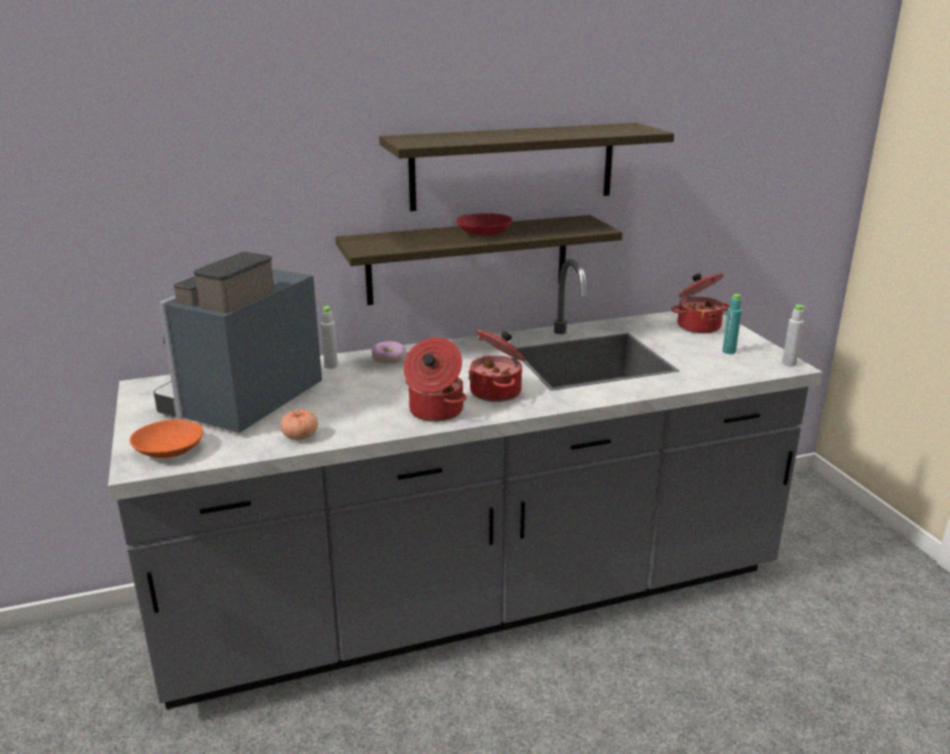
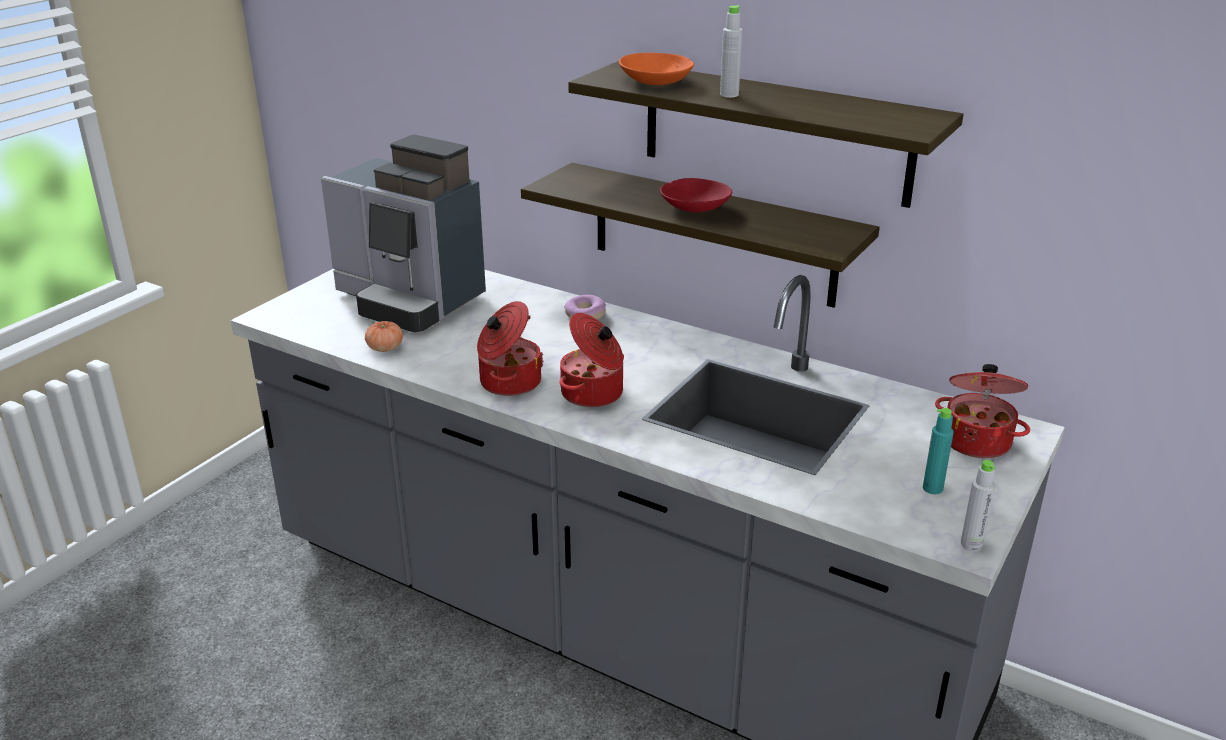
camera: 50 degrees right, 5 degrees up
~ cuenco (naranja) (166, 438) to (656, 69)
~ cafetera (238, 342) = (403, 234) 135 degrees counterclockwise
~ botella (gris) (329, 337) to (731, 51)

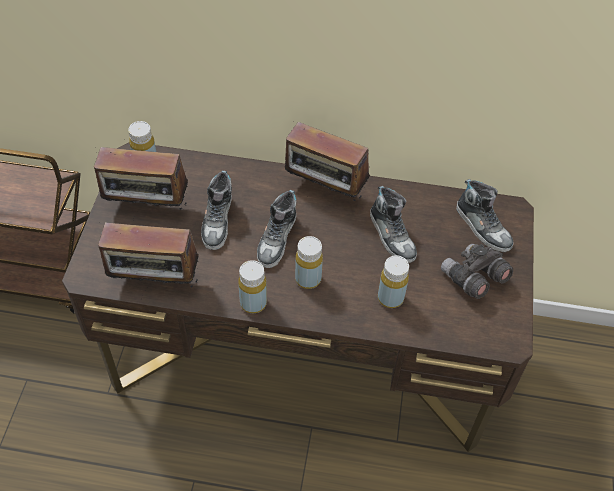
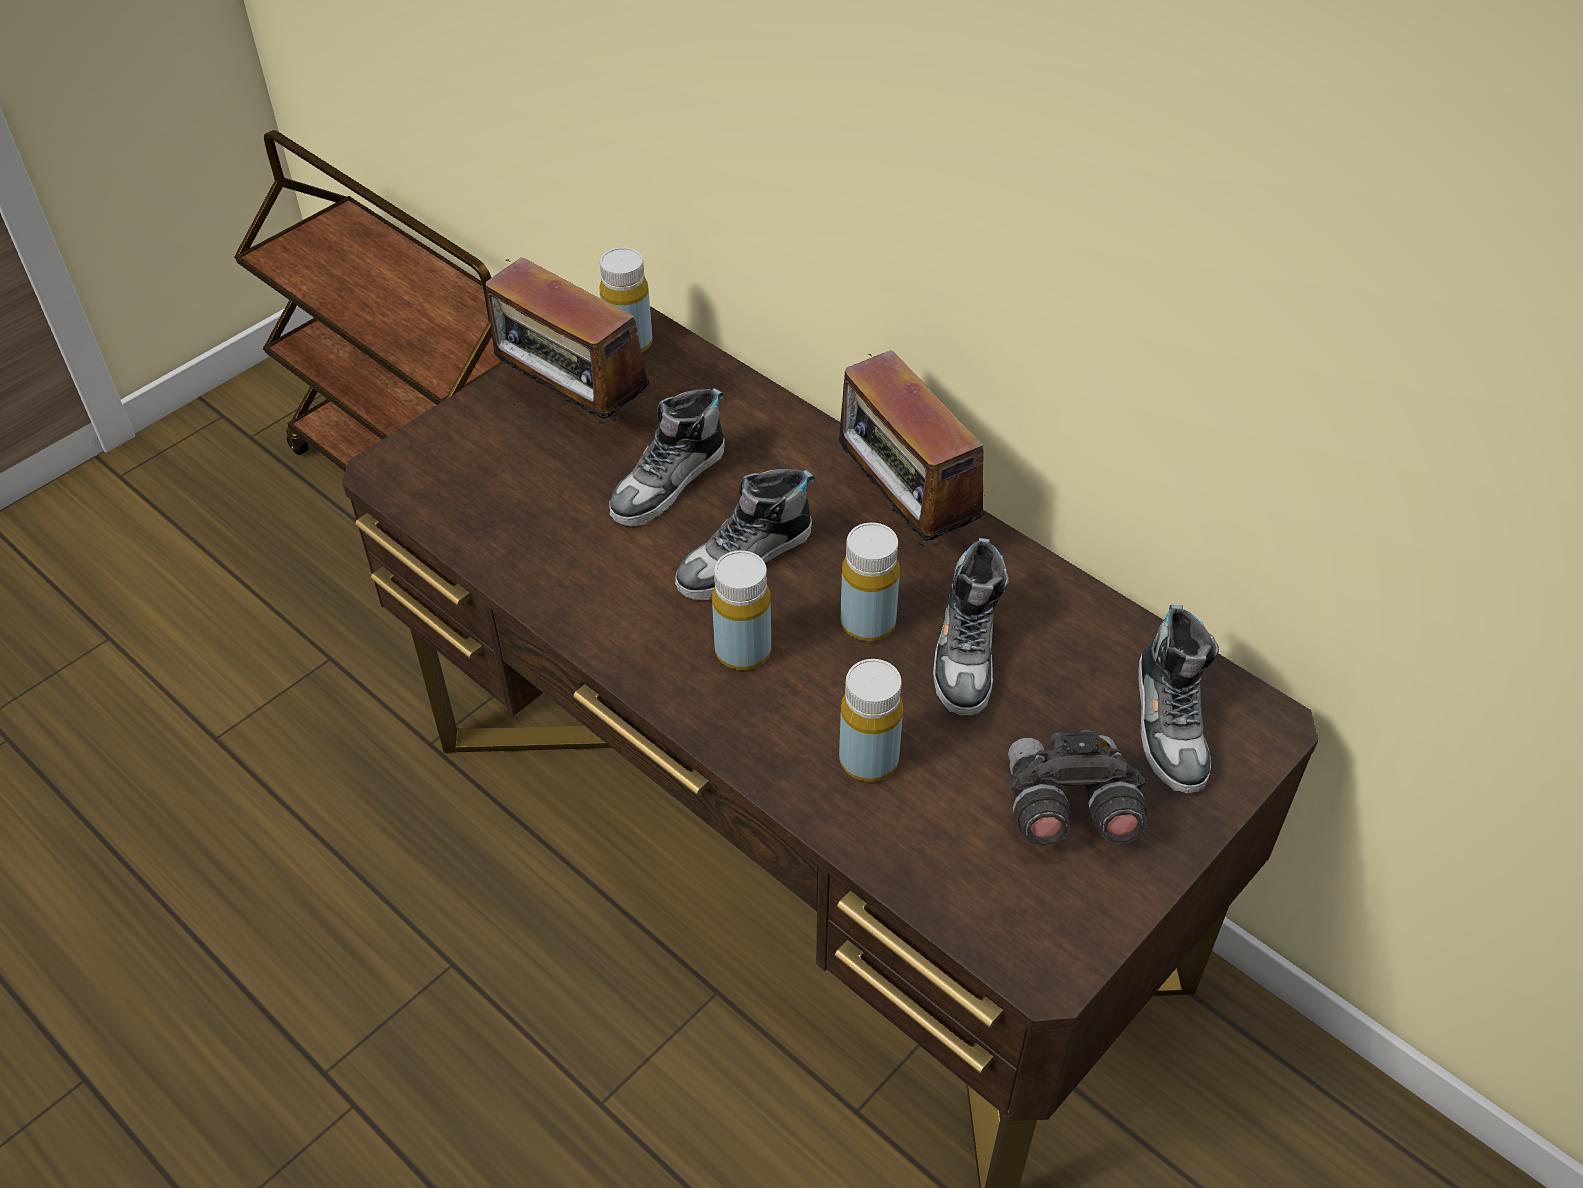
camera: 35 degrees right, 5 degrees down
- radio (148, 255)
~ botella (amarillo) (252, 286) to (870, 582)

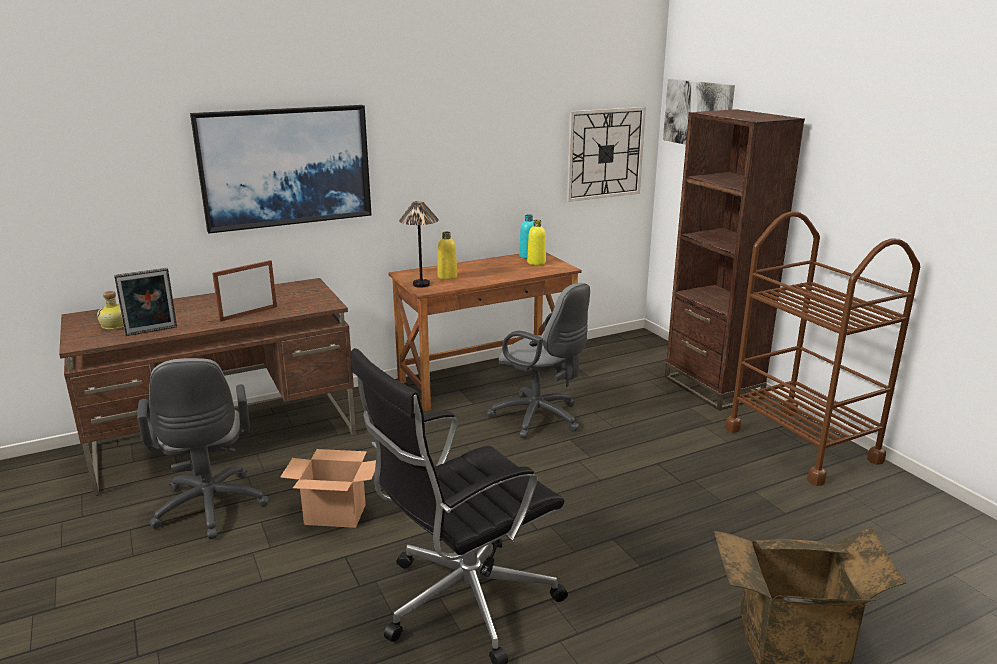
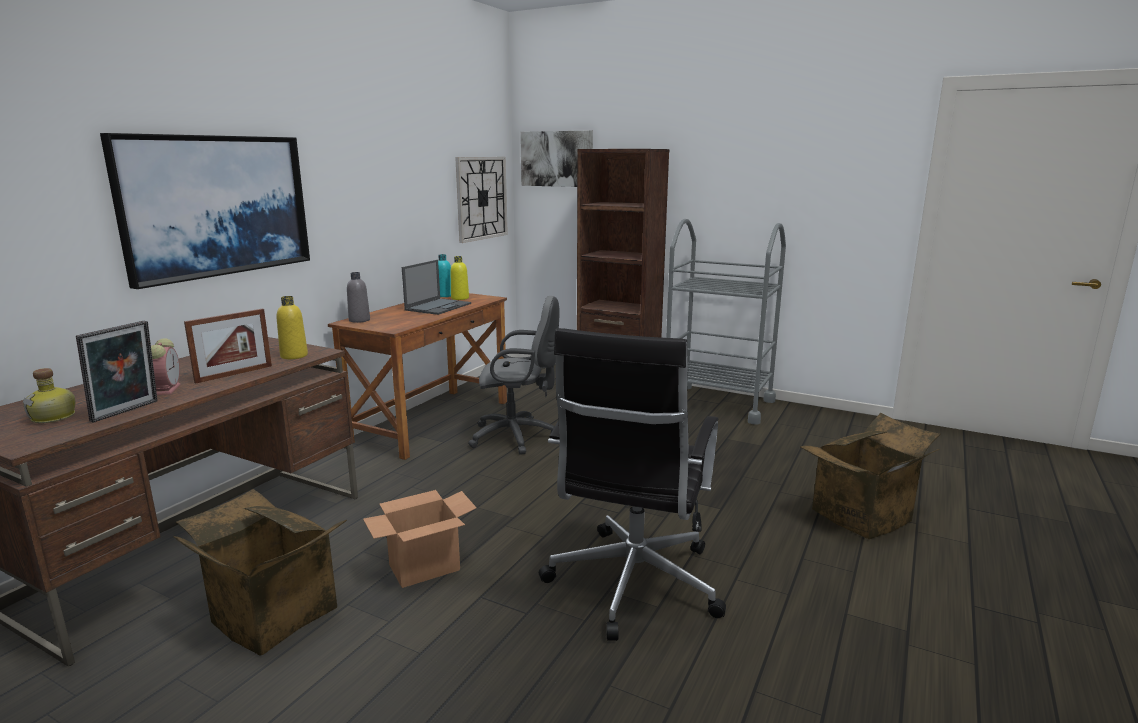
camera: 35 degrees left, 5 degrees down
~ silla de oficina (gris) (203, 448) to caja de cartón (260, 572)
~ portarretratos (244, 291) = (228, 346) 150 degrees counterclockwise
- lámpara de mesa (419, 244)
~ botella (amarillo) (447, 255) to (292, 327)
~ carrito (marrón) (822, 348) to carrito (gris) (726, 322)
+ despertador (165, 367)
+ botella (gris) (358, 297)
+ portátil (436, 287)

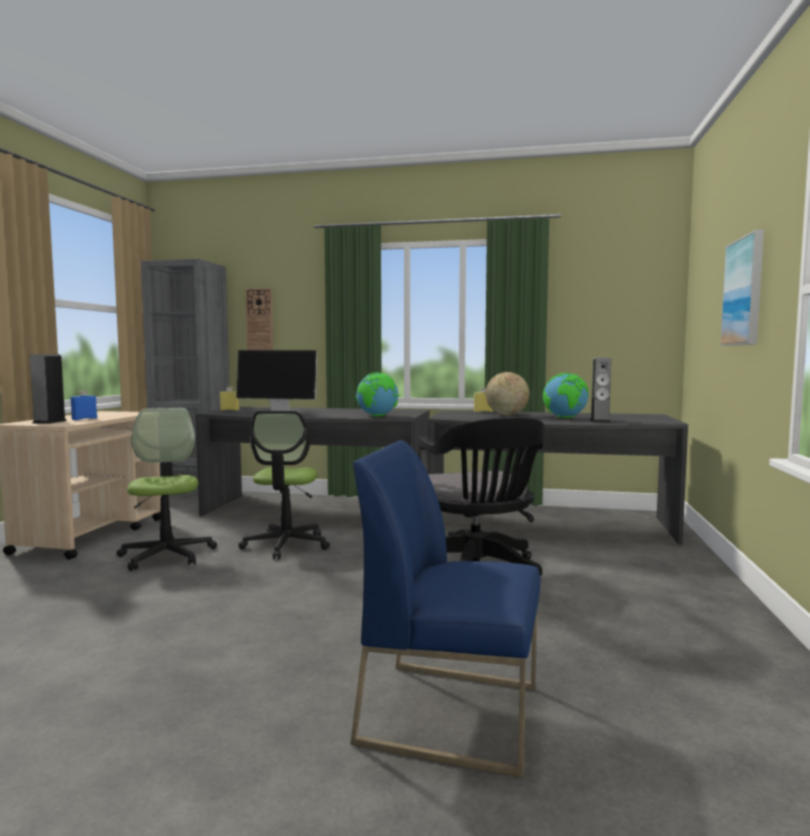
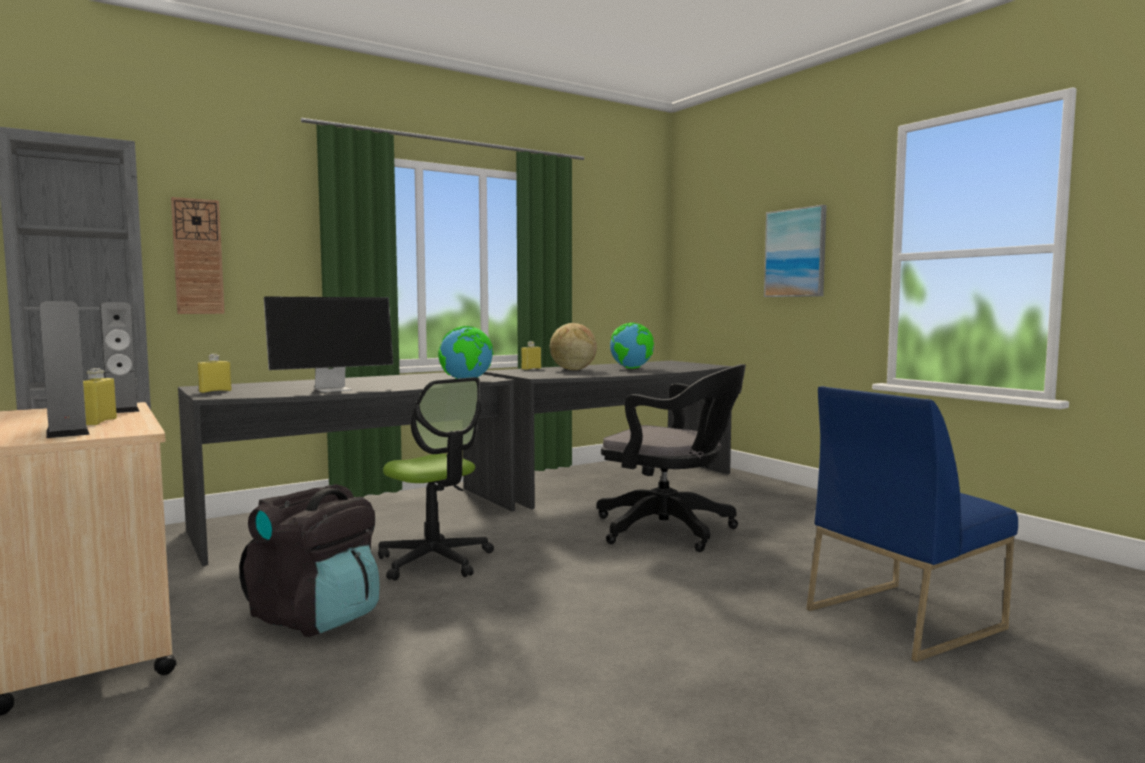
camera: 45 degrees left, 0 degrees up
~ botella (azul) (84, 405) to botella (amarillo) (100, 396)
~ silla de oficina (166, 489) to mochila (negro) (309, 560)
~ altavoz (600, 390) to (120, 357)

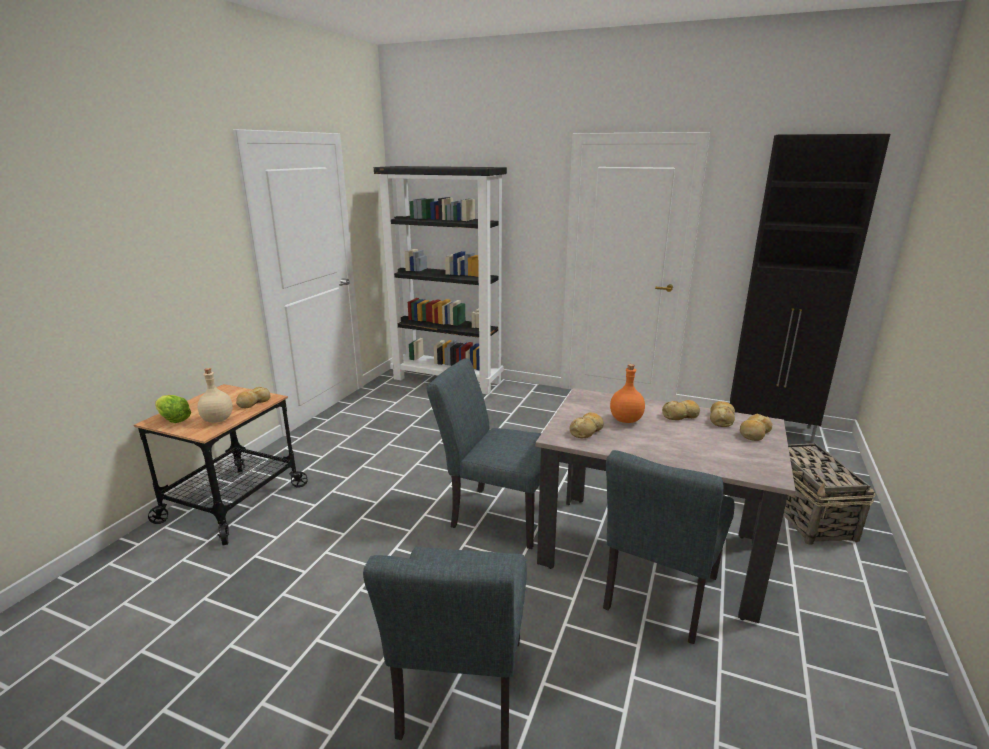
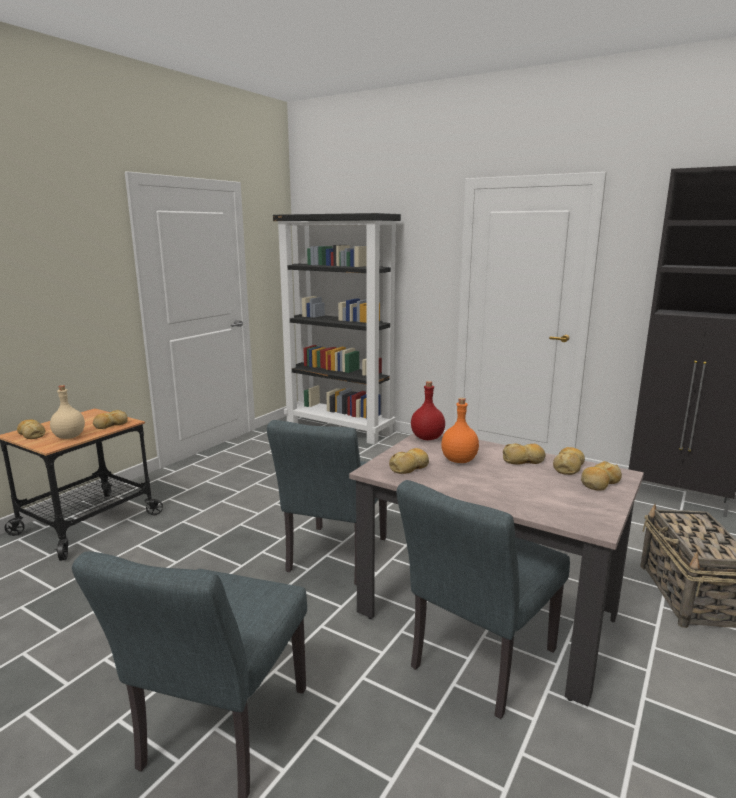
camera: 10 degrees right, 5 degrees down
~ lechuga (173, 409) to pan (31, 429)
~ silla (gris) (484, 453) = (327, 502) 105 degrees counterclockwise
+ botella (rojo) (428, 410)

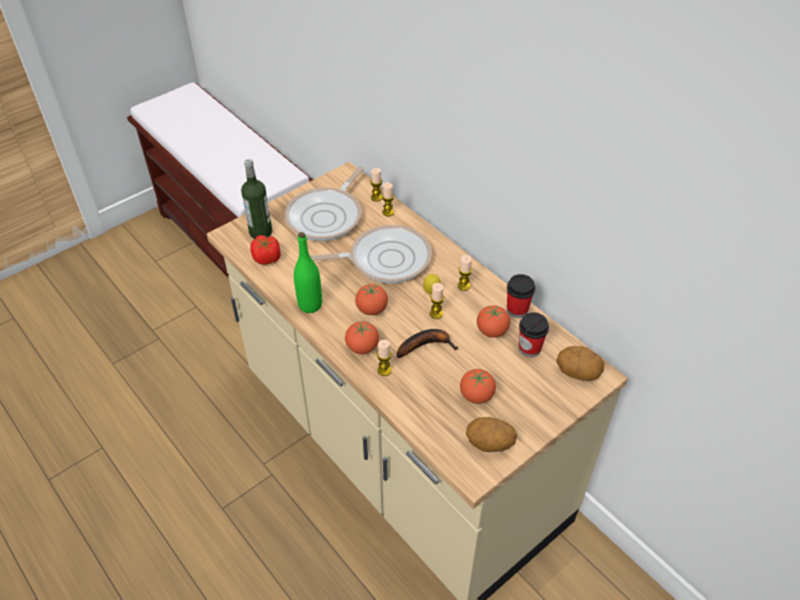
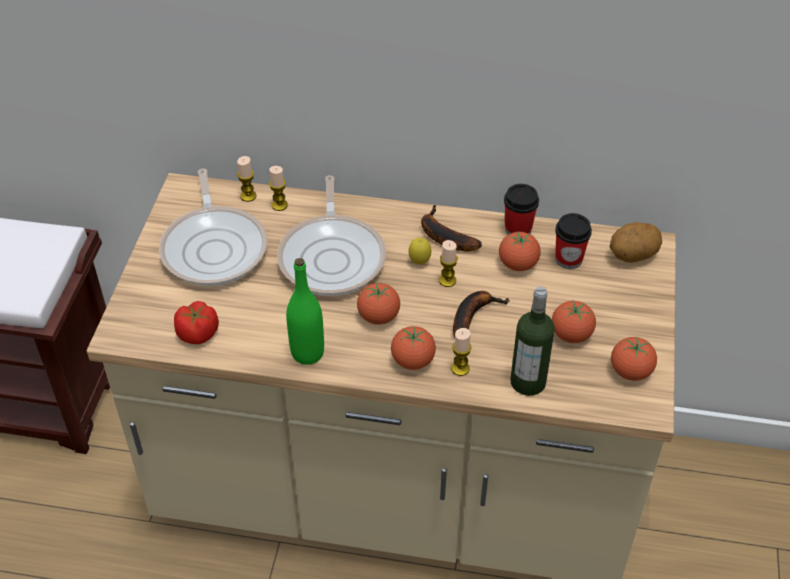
camera: 40 degrees left, 0 degrees up
~ botella (256, 199) to (532, 341)
~ sartén (371, 254) = (331, 235) 135 degrees clockwise
~ vela (465, 273) to plátano (451, 228)
~ patata (491, 434) to tomate (634, 359)

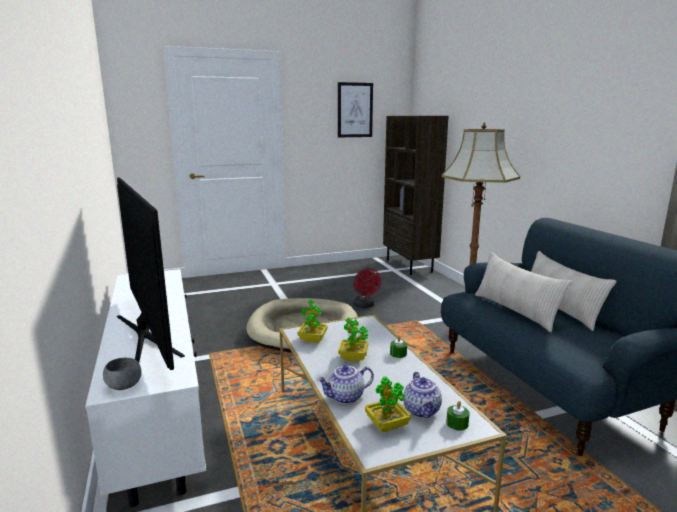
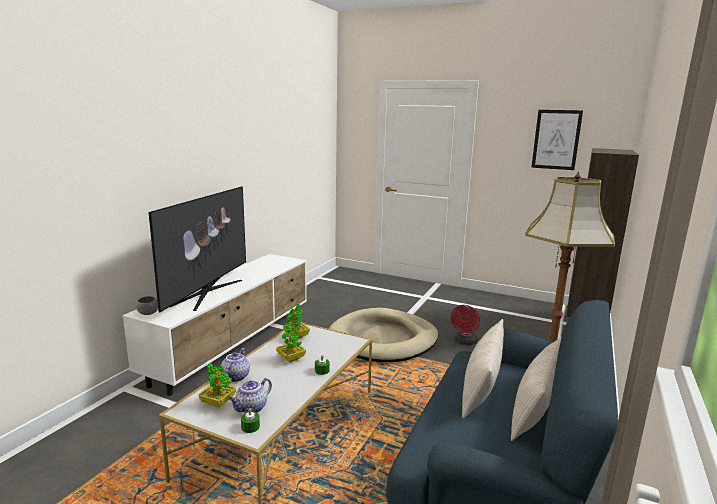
camera: 45 degrees right, 0 degrees up
~ tetera (345, 384) = (235, 365) 75 degrees clockwise

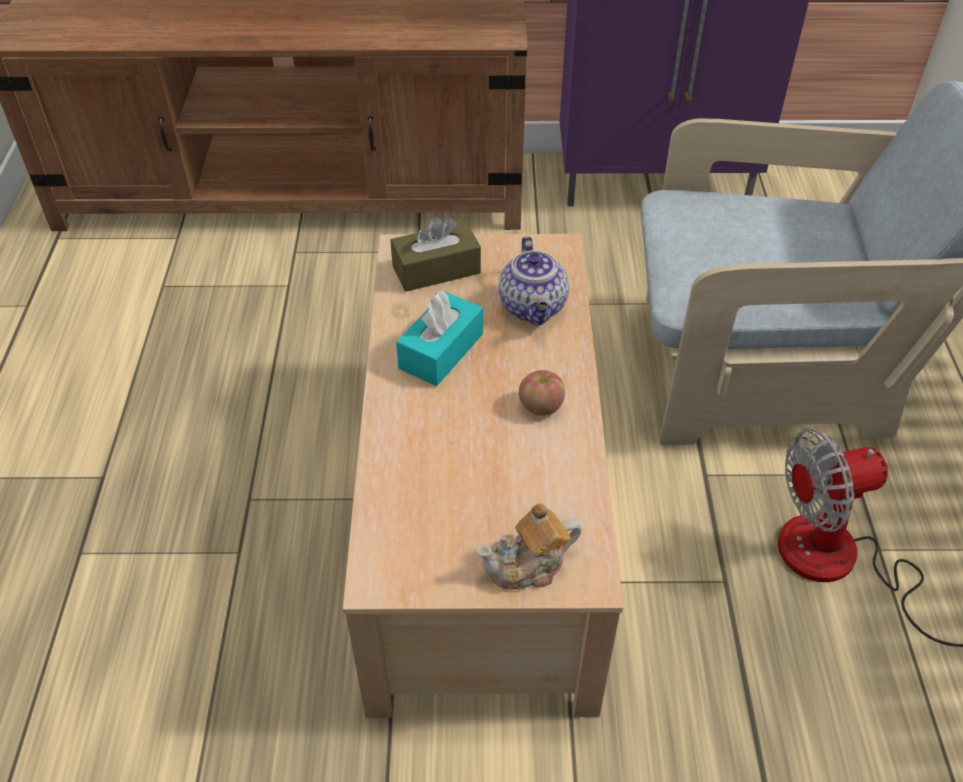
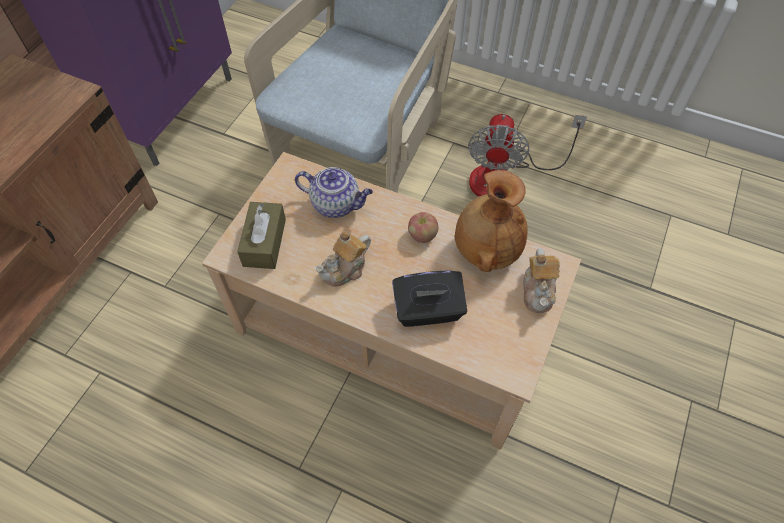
camera: 65 degrees left, 10 degrees up
~ caja de pañuelos (turquesa) (439, 338) to tetera (343, 259)
+ caja de pañuelos (negro) (429, 299)
+ florero (marrón) (491, 221)

